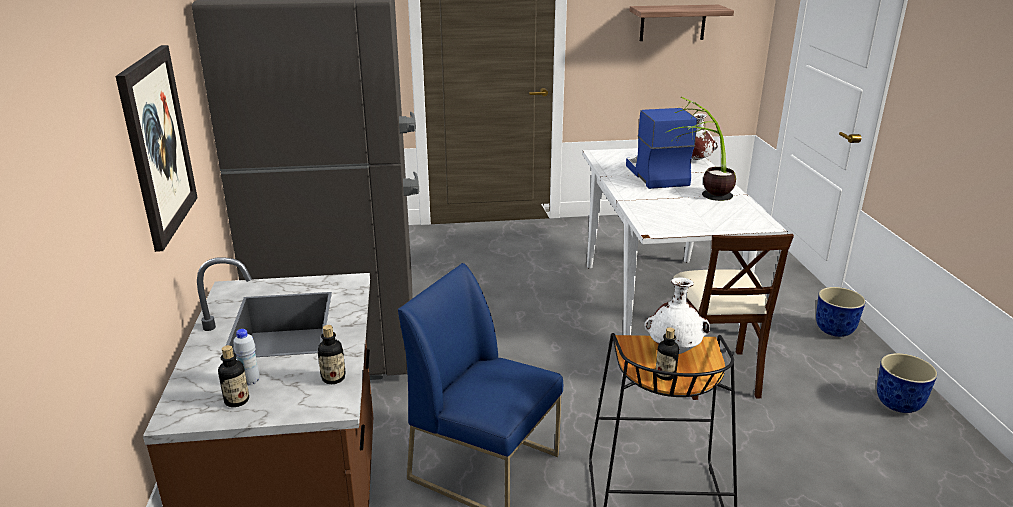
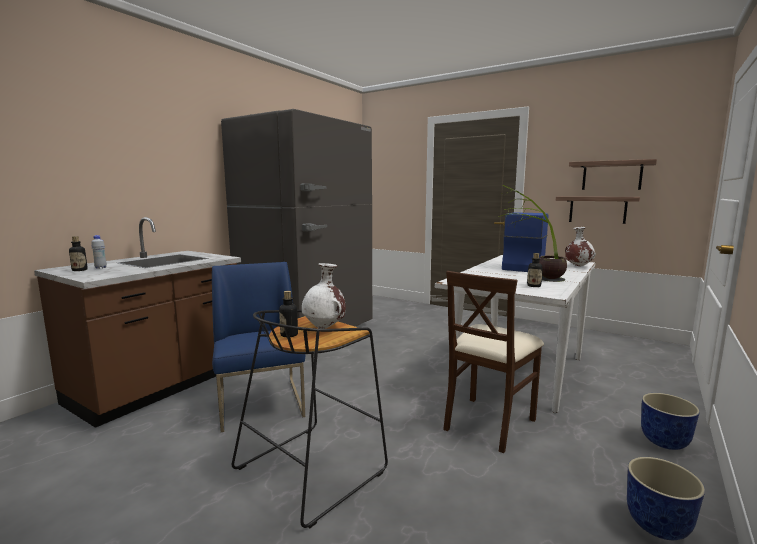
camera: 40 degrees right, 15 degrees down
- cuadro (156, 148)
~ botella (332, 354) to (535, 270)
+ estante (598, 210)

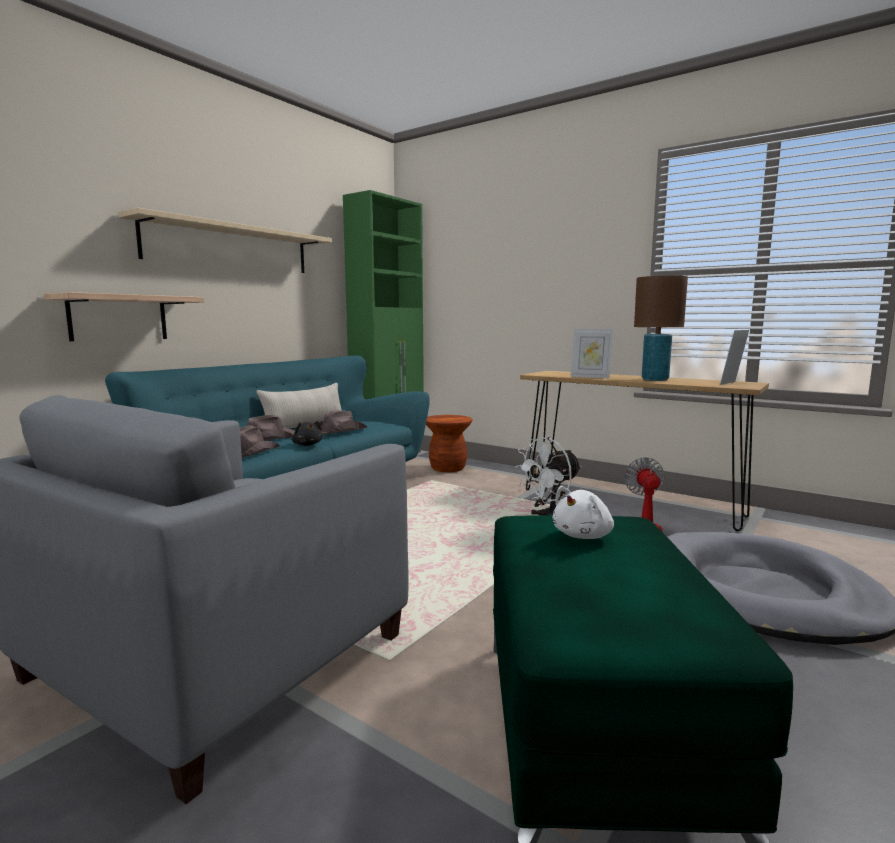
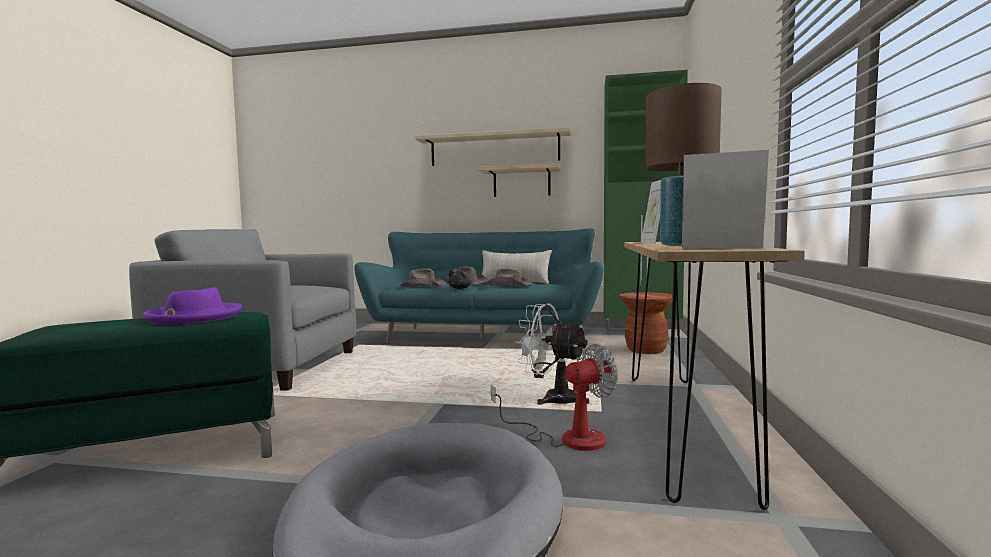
camera: 65 degrees right, 5 degrees down
~ estante (124, 316) to (519, 180)
~ peluche (blanco) (583, 512) to sombrero (morado) (192, 305)

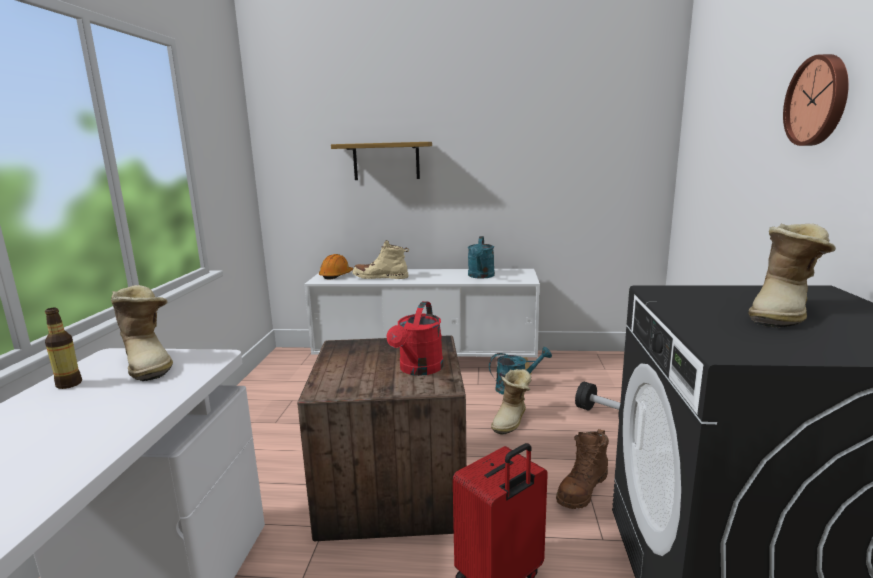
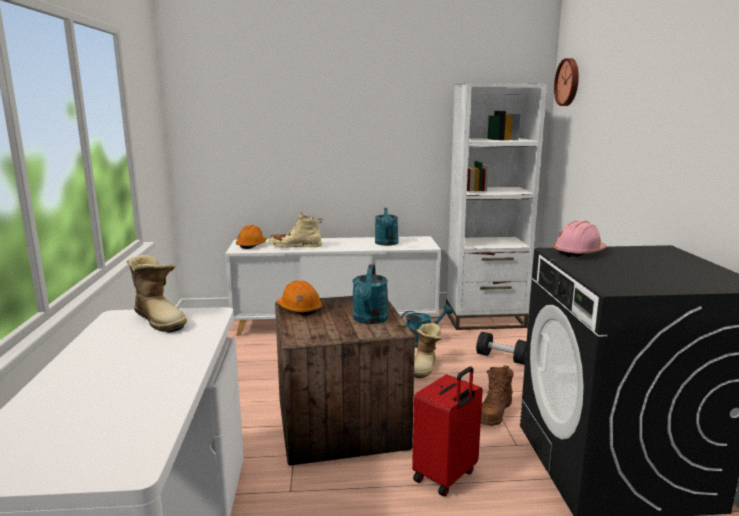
camera: 10 degrees left, 0 degrees up
- botella (63, 348)
- estante (381, 161)
~ regadera (rojo) (415, 338) to regadera (turquesa) (370, 294)
- bota (792, 276)
~ reloj de pared (816, 100) to (566, 82)
+ casco (naranja) (299, 298)
+ estantería (blanco) (496, 206)
+ casco (rosa) (580, 238)

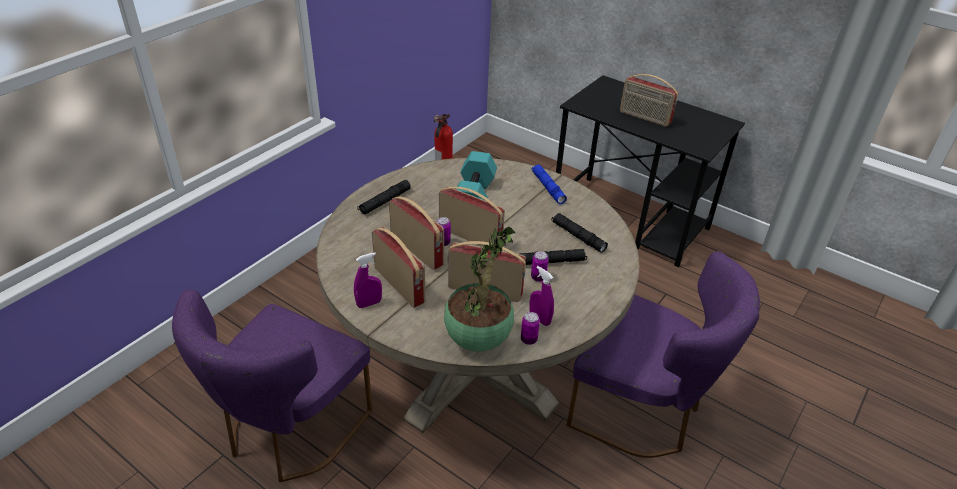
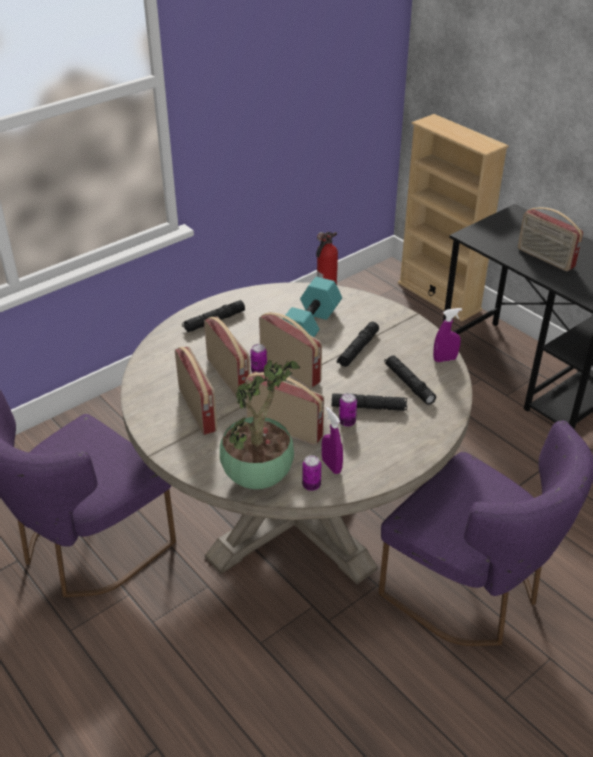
camera: 15 degrees right, 0 degrees up
~ pulverizador (morado) (368, 280) to (447, 335)
- linterna (azul) (549, 184)
+ linterna (negro) (358, 344)
+ estantería (beis) (453, 218)

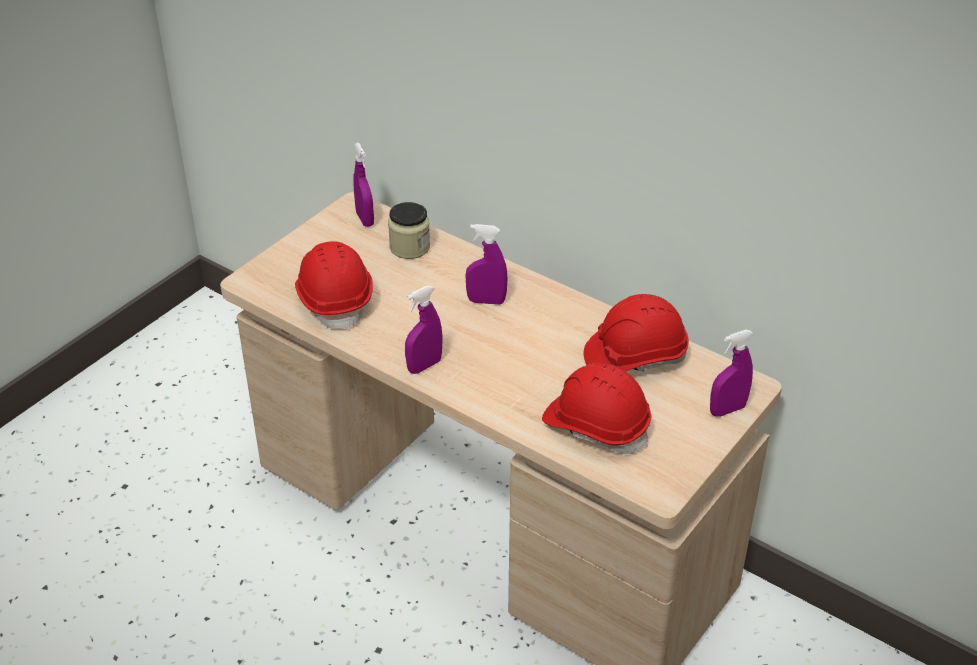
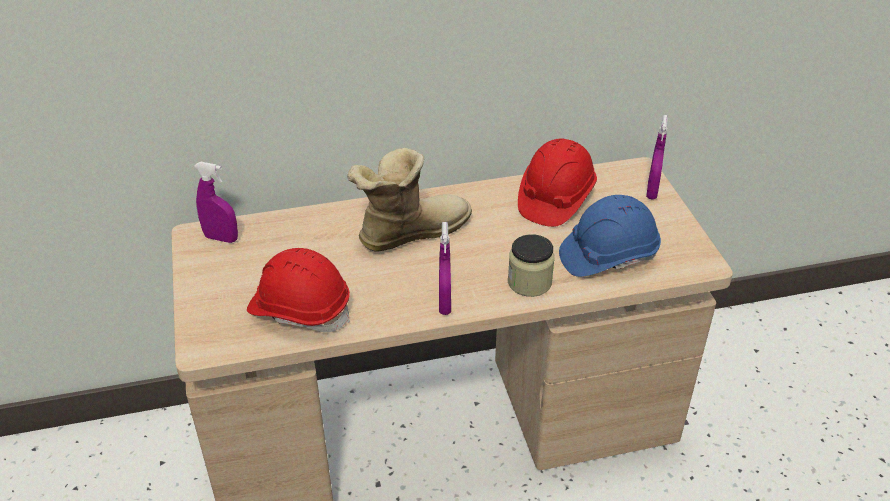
camera: 50 degrees left, 0 degrees up
~ tarro (409, 230) to (531, 265)
~ pulverizador (morado) (486, 264) to bota (409, 199)
~ casco (rojo) (596, 408) to casco (azul) (610, 236)

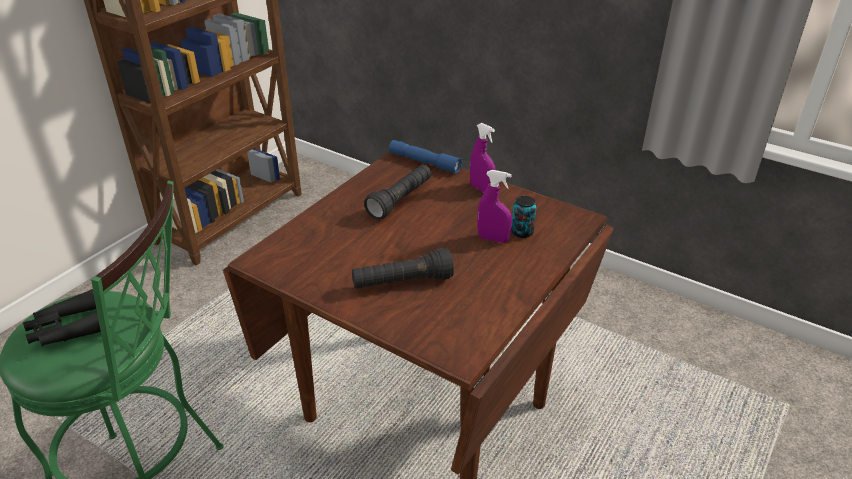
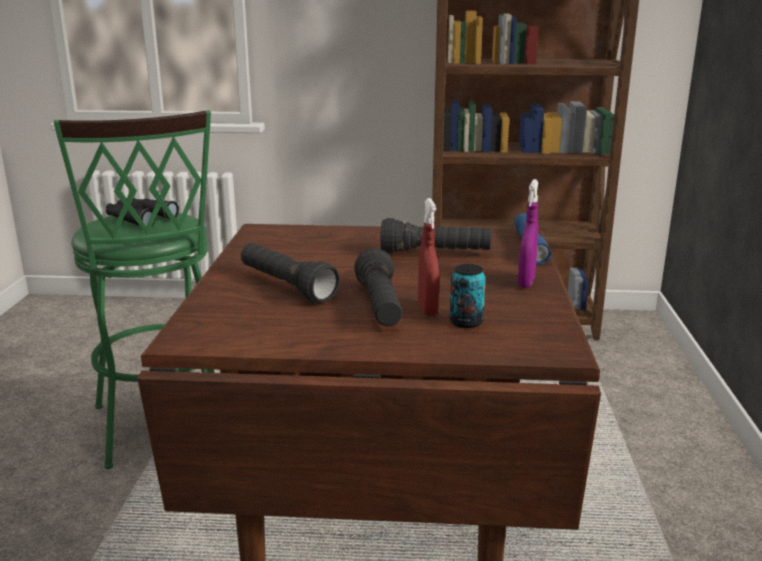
camera: 60 degrees right, 15 degrees down
~ pulverizador (morado) (494, 206) to pulverizador (rojo) (428, 257)
+ linterna (negro) (378, 287)

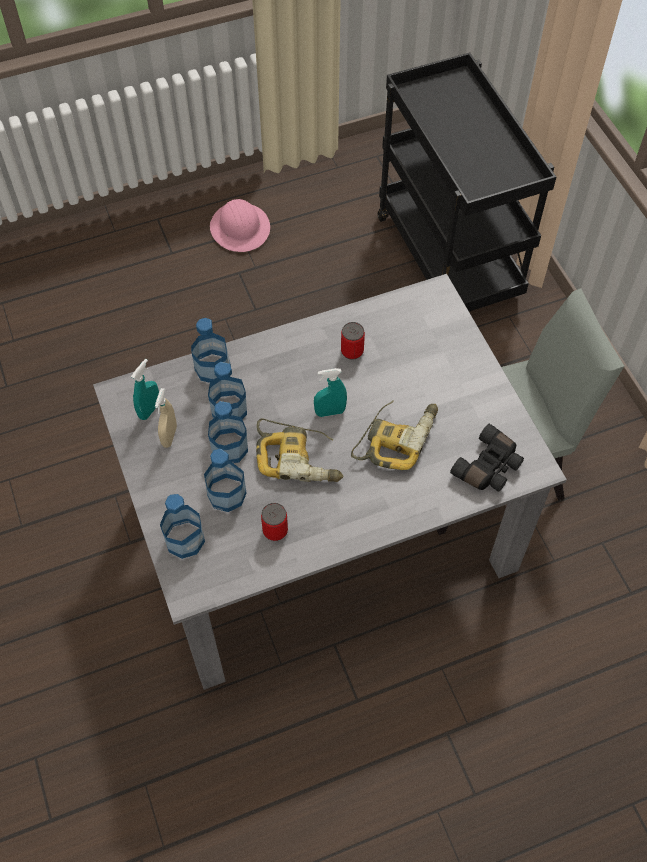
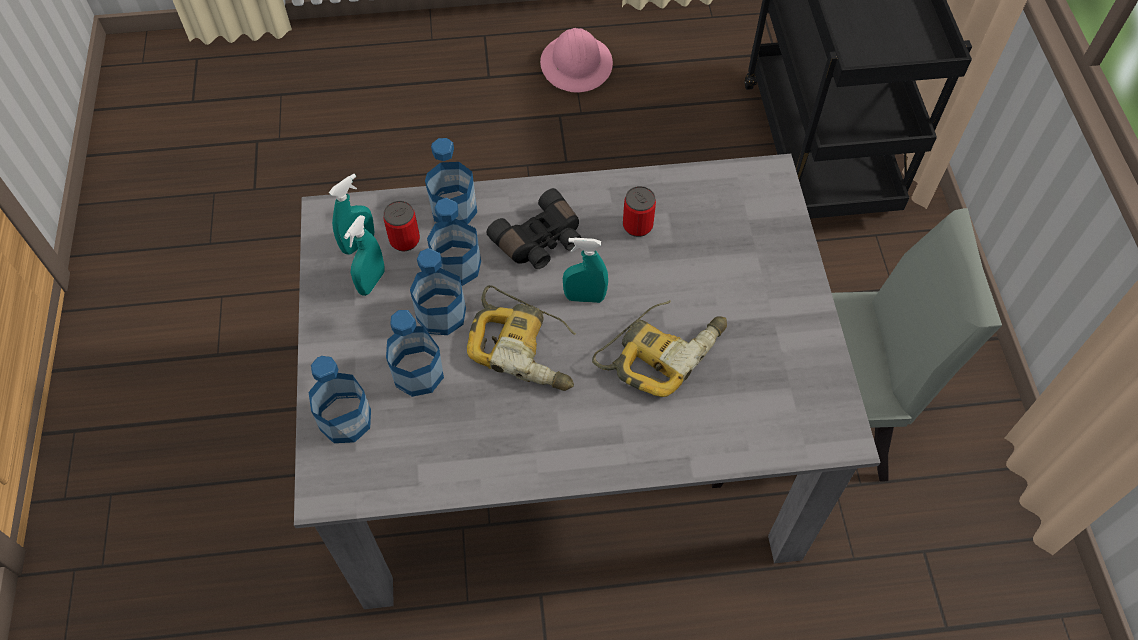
camera: 15 degrees right, 0 degrees up
~ pulverizador (beis) (166, 418) to pulverizador (turquesa) (364, 255)
~ lata (274, 522) to (401, 226)
~ prismáticos (negro) (487, 458) to (533, 228)

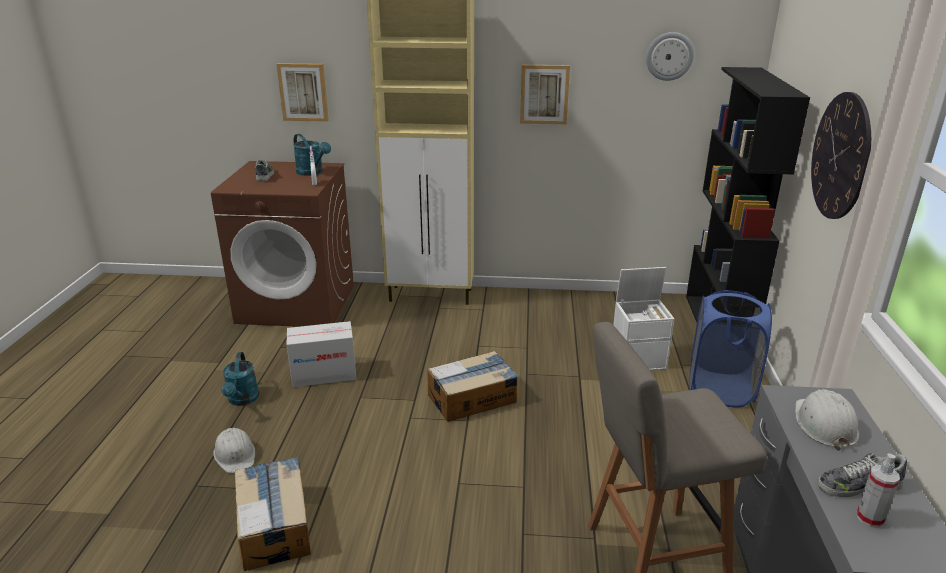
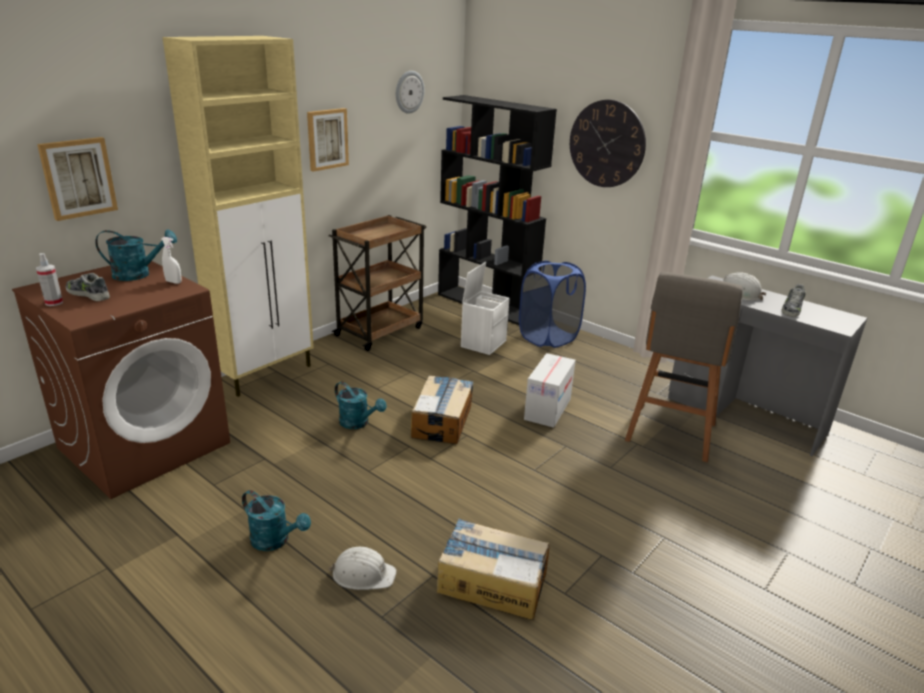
camera: 55 degrees left, 0 degrees up
~ caja de cartón (321, 354) to (550, 390)
~ pulverizador (878, 490) to (49, 279)
+ carrito (marrón) (377, 283)
+ regadera (turquesa) (361, 405)

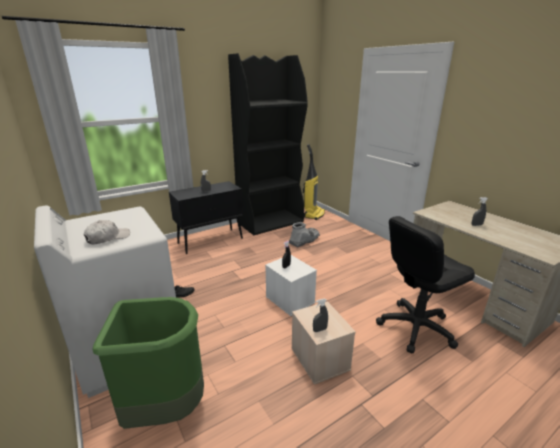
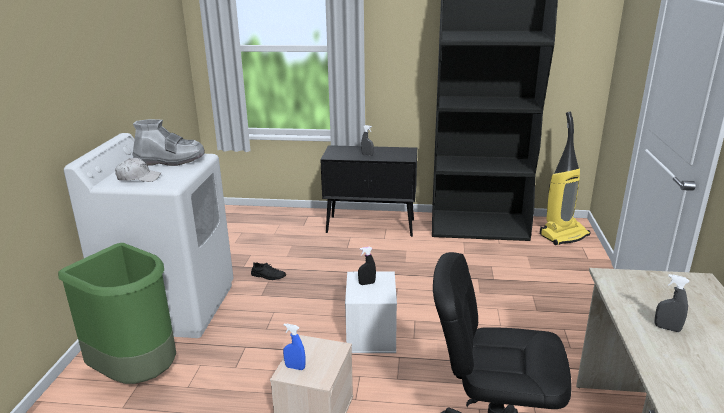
camera: 40 degrees right, 0 degrees up
~ bota (gris) (304, 234) to (168, 142)
~ pulverizador (gris) (320, 315) to pulverizador (azul) (294, 347)

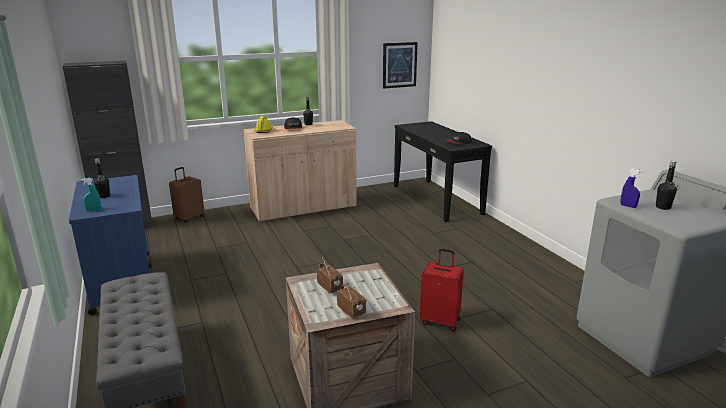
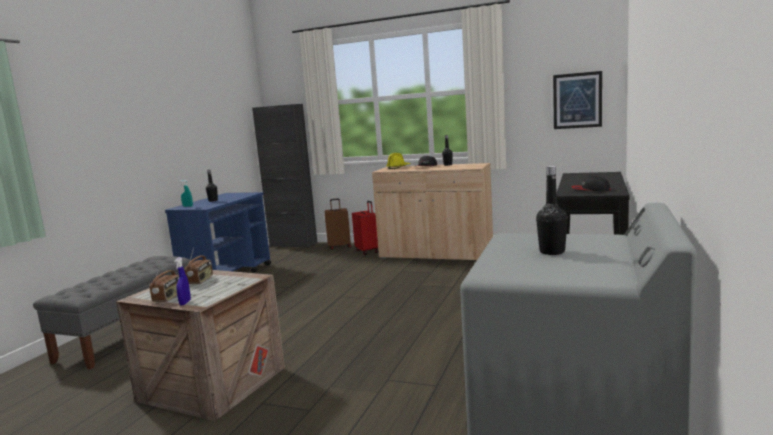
camera: 45 degrees right, 10 degrees down
~ maleta (rojo) (442, 289) to (365, 228)
~ pulverizador (azul) (631, 188) to (182, 281)

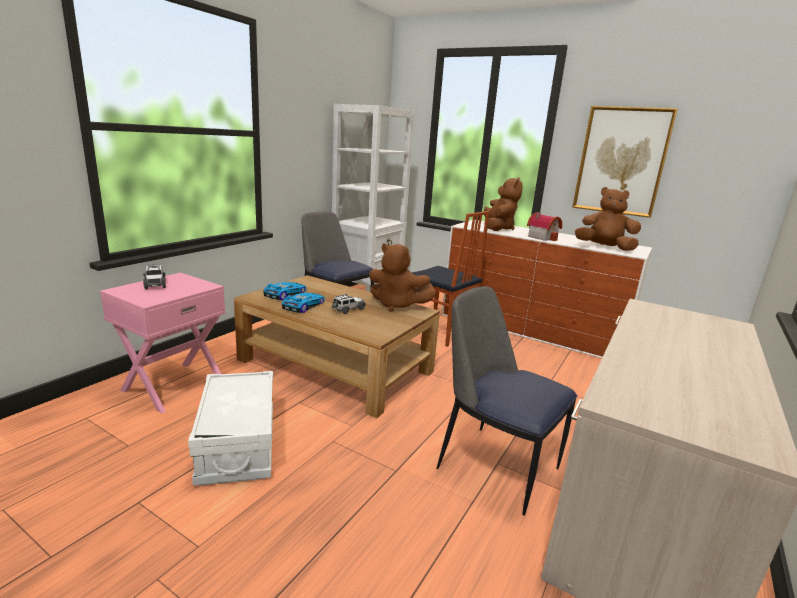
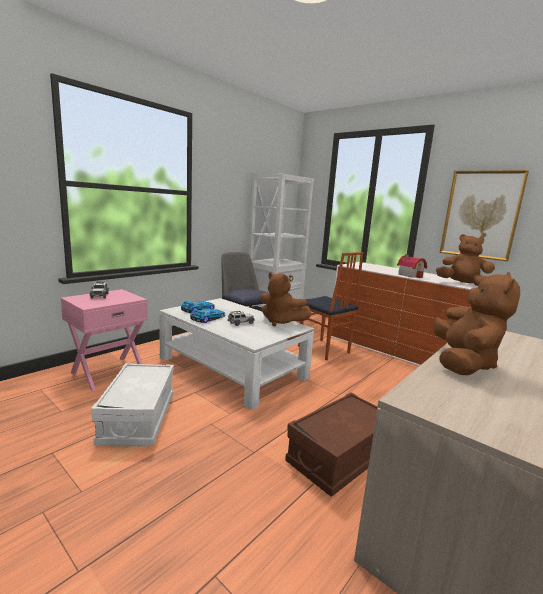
camera: 10 degrees right, 5 degrees down
~ mesa de centro (marrón) (337, 346) to mesa de centro (blanco) (236, 354)
~ silla (507, 401) to caja de almacenaje (marrón) (331, 444)
~ peluche (marrón) (503, 204) to (477, 323)

